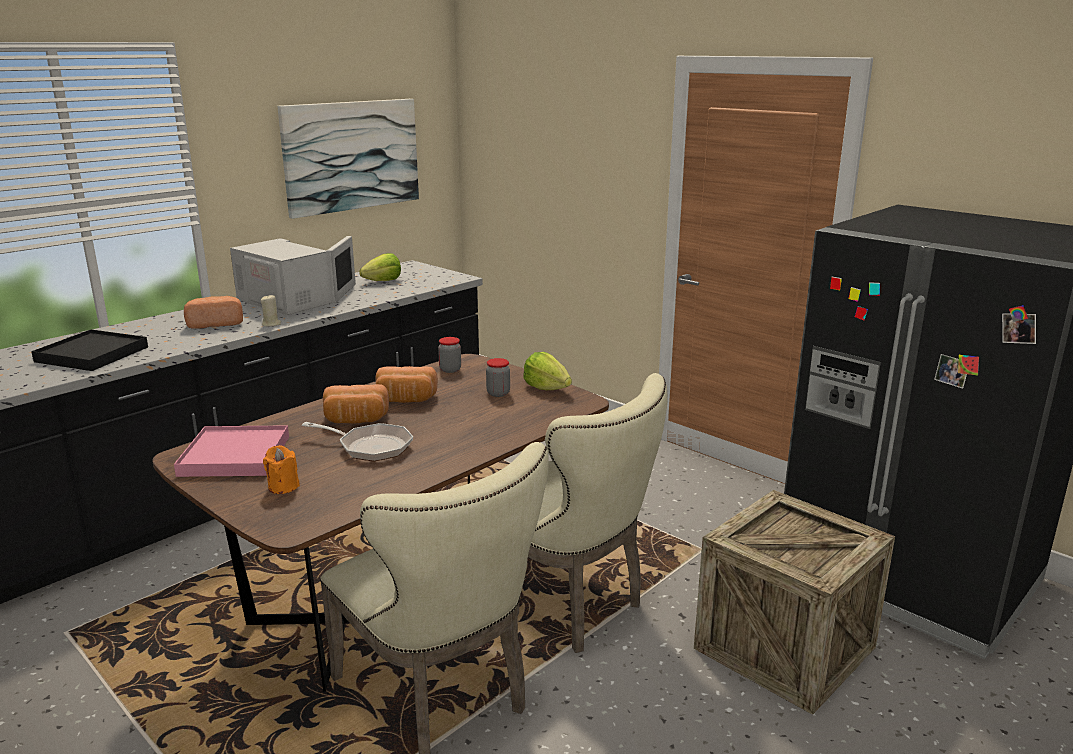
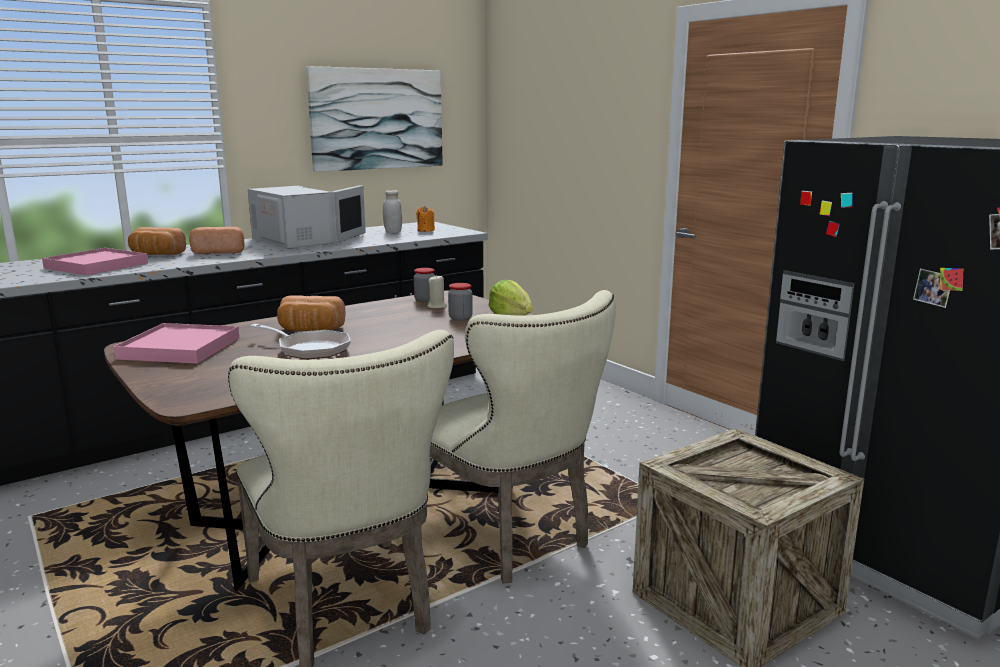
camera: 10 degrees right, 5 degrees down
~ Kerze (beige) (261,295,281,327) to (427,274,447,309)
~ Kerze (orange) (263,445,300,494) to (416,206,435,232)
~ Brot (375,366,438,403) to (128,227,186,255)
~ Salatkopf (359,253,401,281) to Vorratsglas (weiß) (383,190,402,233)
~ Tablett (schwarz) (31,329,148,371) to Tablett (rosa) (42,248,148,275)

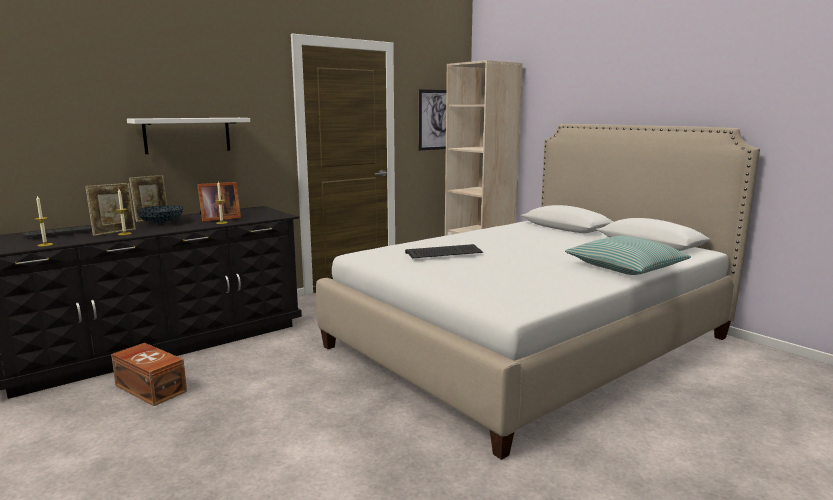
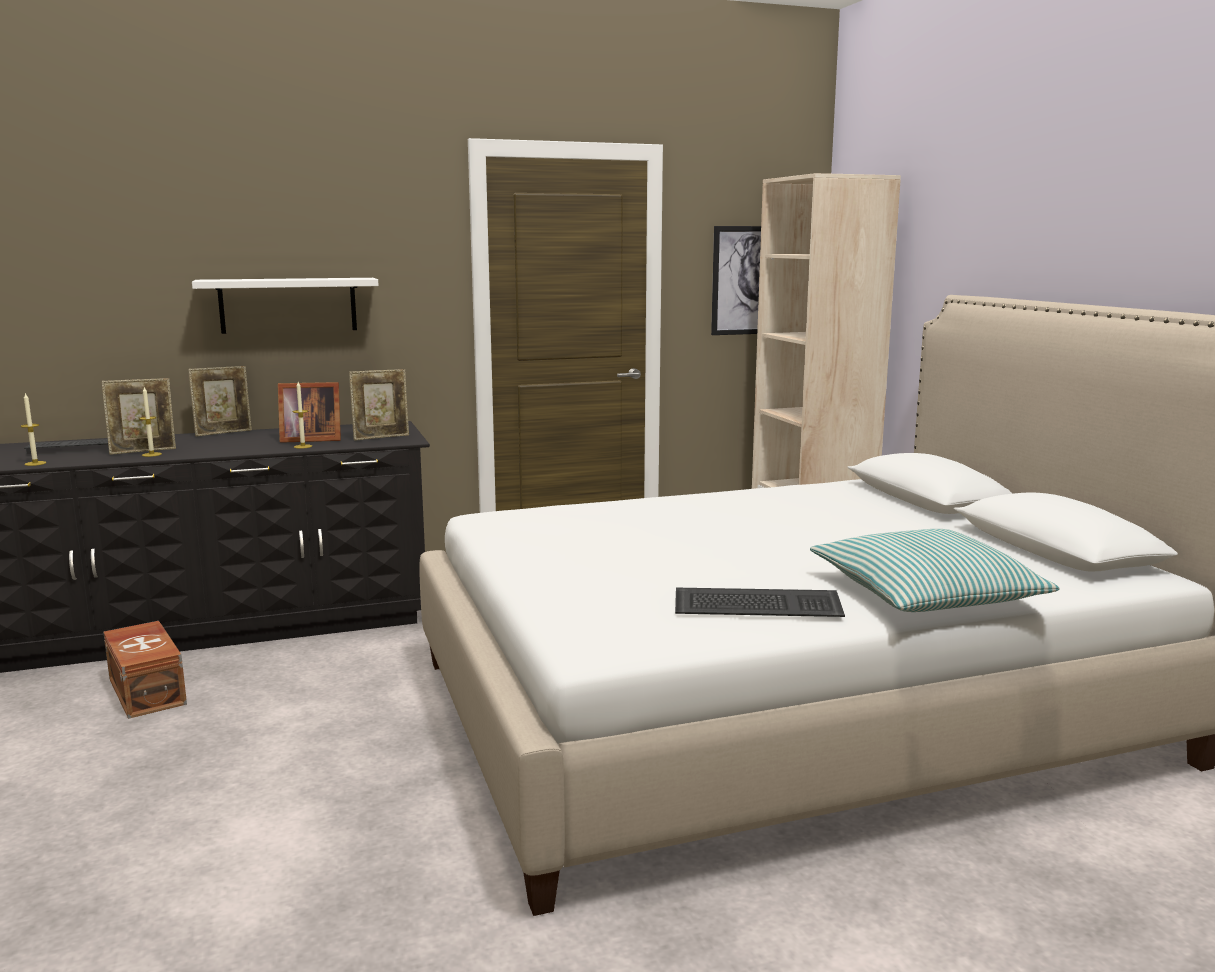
camera: 20 degrees right, 0 degrees up
- Schüssel (136,205,183,224)
+ Bilderrahmen (349,369,409,441)
~ Tastatur (405,244,483,258) to (675,588,845,617)

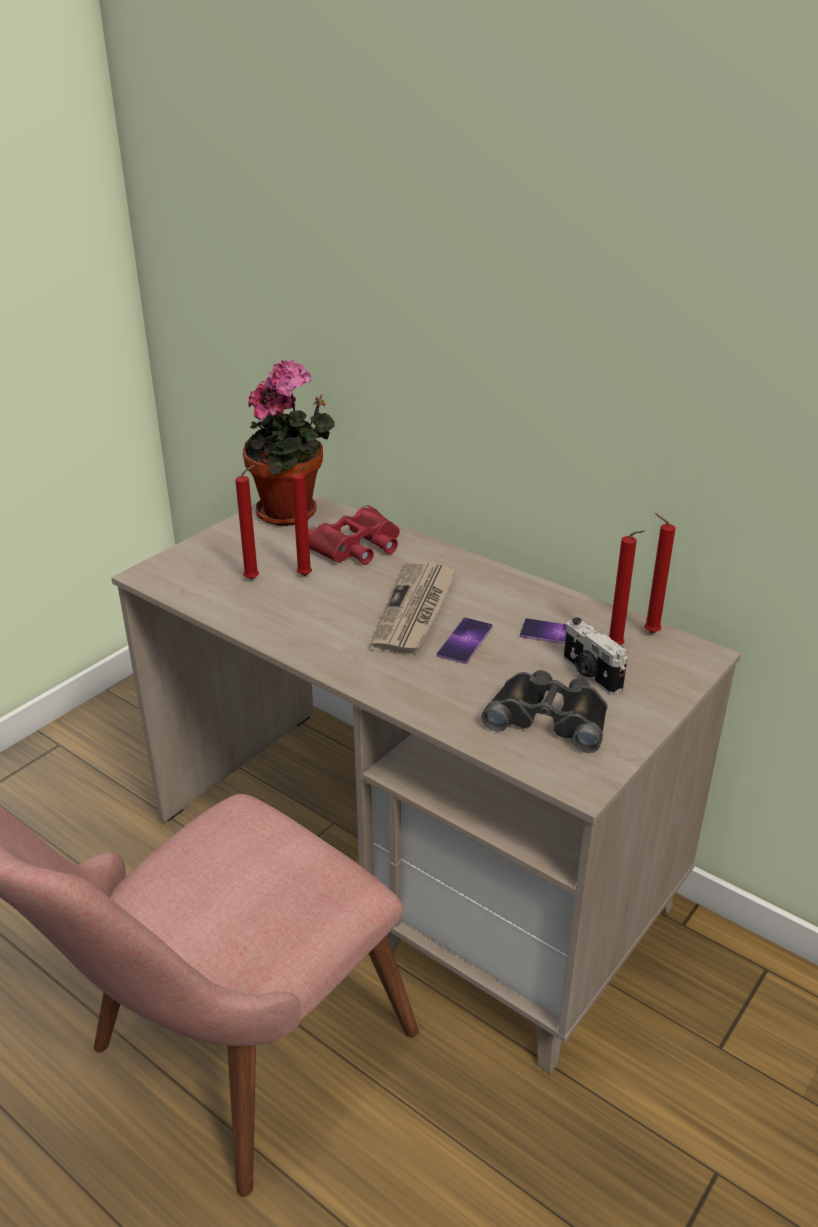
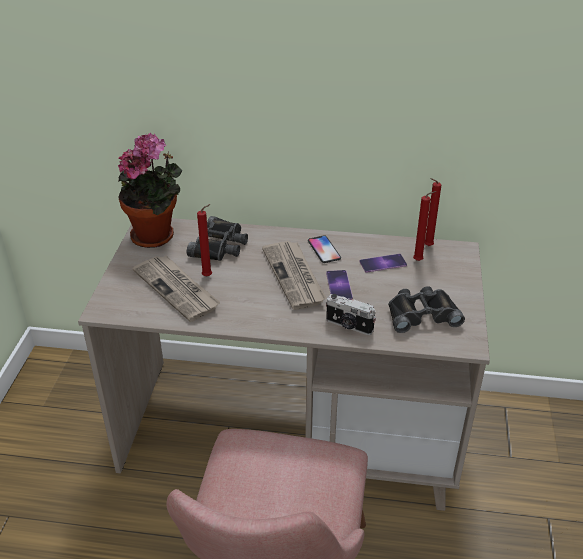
camera: 30 degrees left, 5 degrees up
+ Handy (308,235,341,263)
~ Kamera (564,617,627,695) to (326,294,376,335)
~ Kerze (rot) (235,465,259,580) to Zeitung (133,255,220,322)
~ Fernglas (rot) (308,505,400,565) to Fernglas (schwarz) (187,216,248,261)

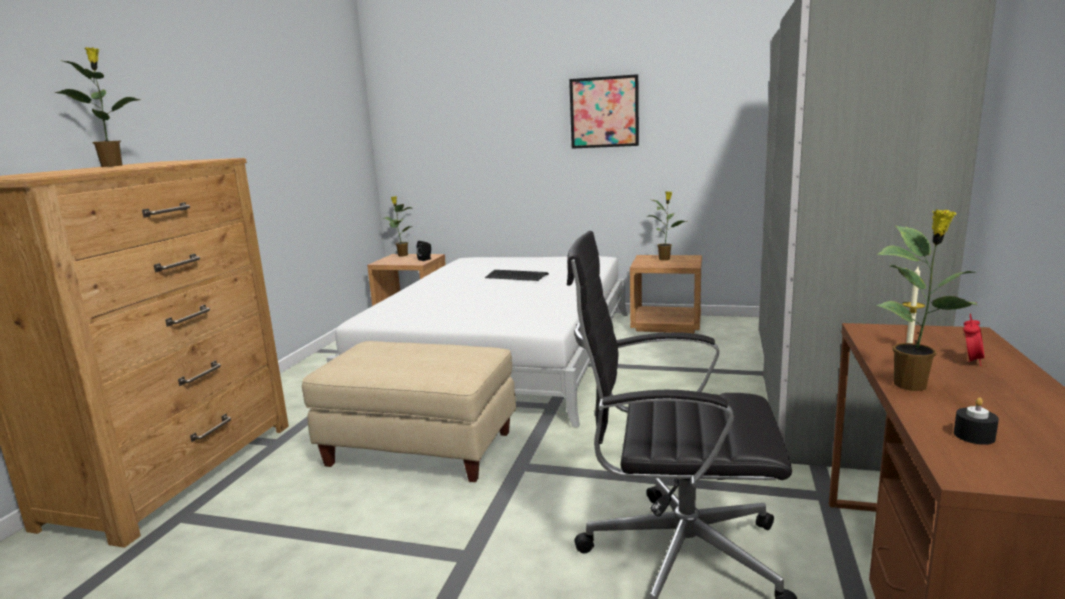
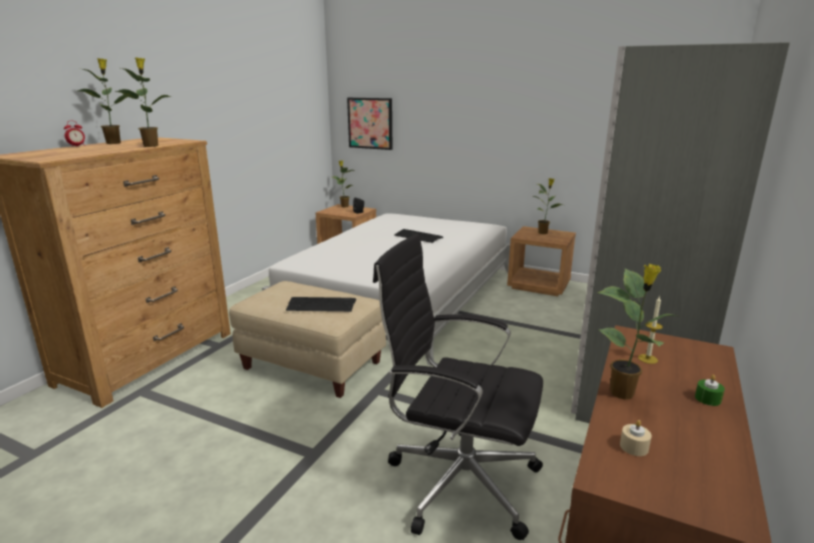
camera: 10 degrees right, 5 degrees up
+ Topfpflanze (114,58,172,147)
+ Tastatur (286,297,356,312)
+ Kerze (grün) (695,375,725,406)
~ Bild (569,74,639,149) to (347,98,392,150)
~ Wecker (963,314,985,366) to (64,121,85,147)
~ Kerze (schwarz) (954,397,999,445) to Kerze (beige) (620,420,652,456)

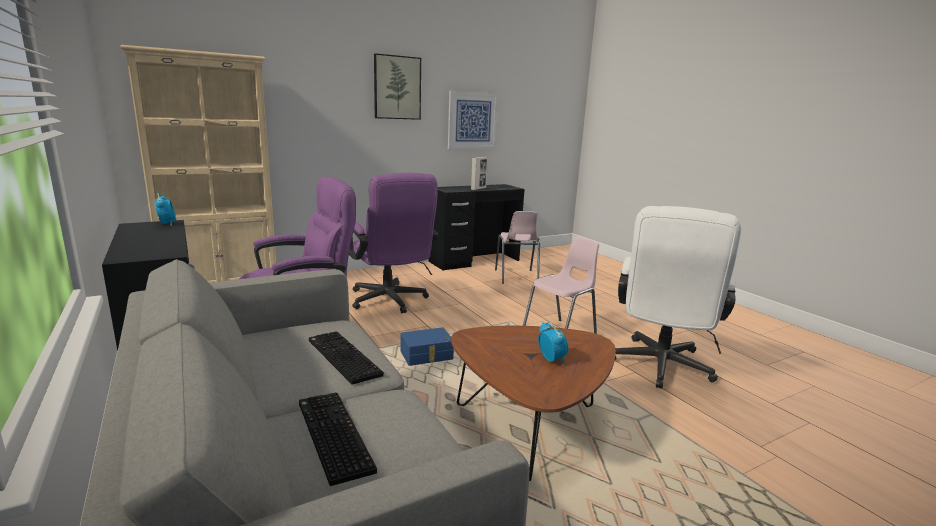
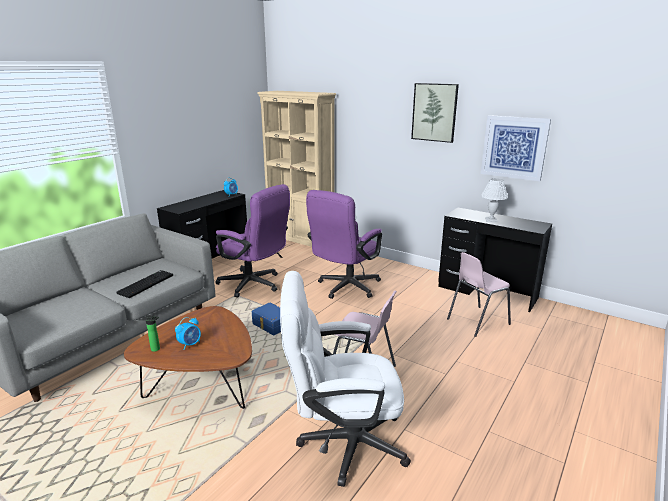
camera: 65 degrees right, 5 degrees up
- Tastatur (299,393,377,486)
+ Flasche (146,315,160,352)
~ Bilderrahmen (471,157,488,190) to Tischlampe (weiß) (481,178,508,223)

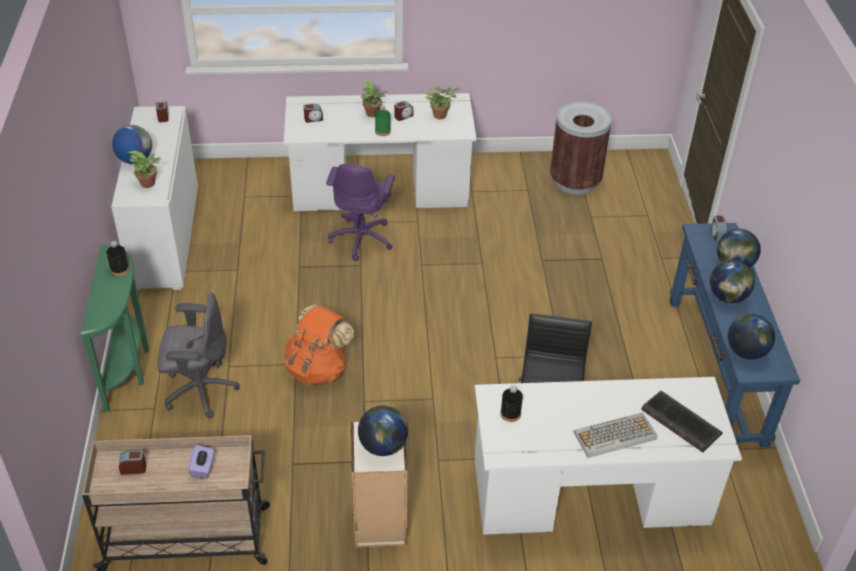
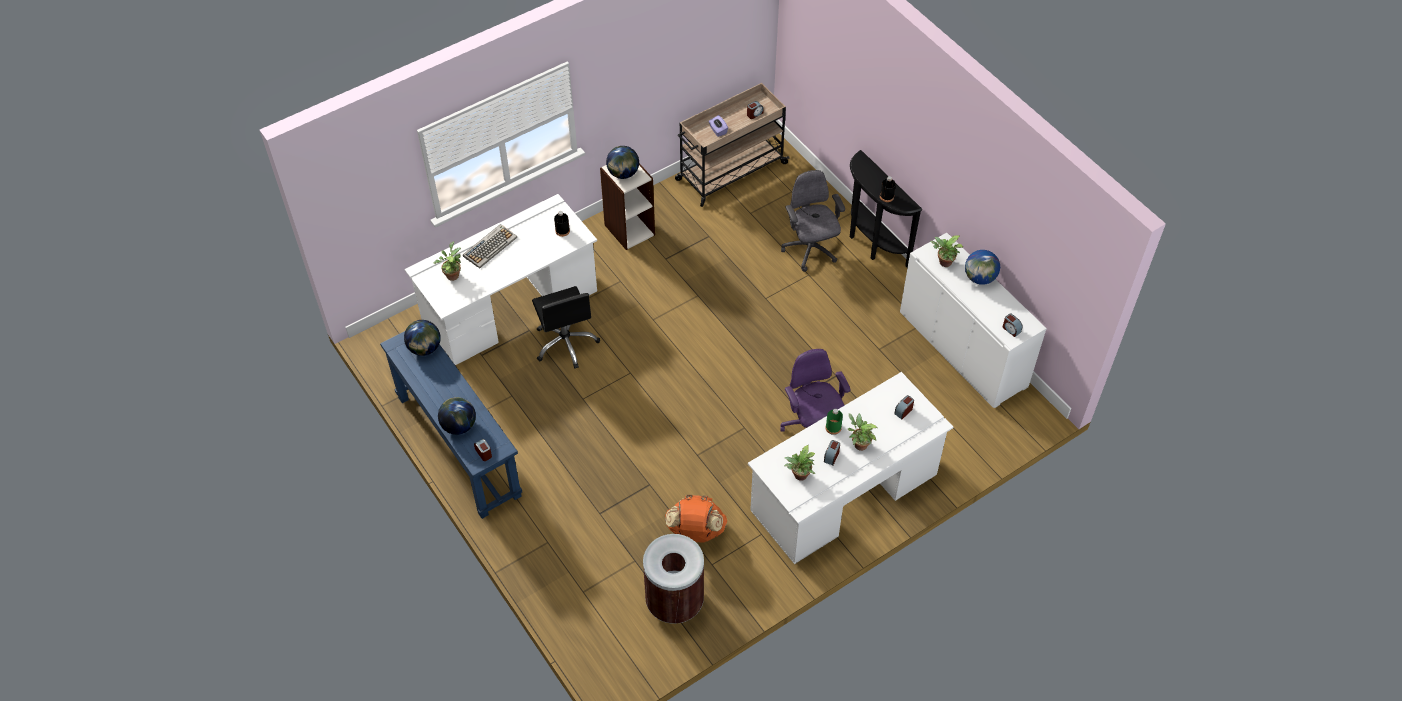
camera: 150 degrees right, 10 degrees up
- Globus (710,260,755,303)
~ Rucksack (orange) (285,304,354,385) to (665,495,727,543)
~ Tastatur (641,391,723,453) to Topfpflanze (433,242,461,281)
~ Konsolentisch (grün) (81,244,149,412) to Konsolentisch (schwarz) (850,150,922,268)
~ Bürostuhl (grau) (157,292,239,418) = (781,170,845,272) 105 degrees clockwise

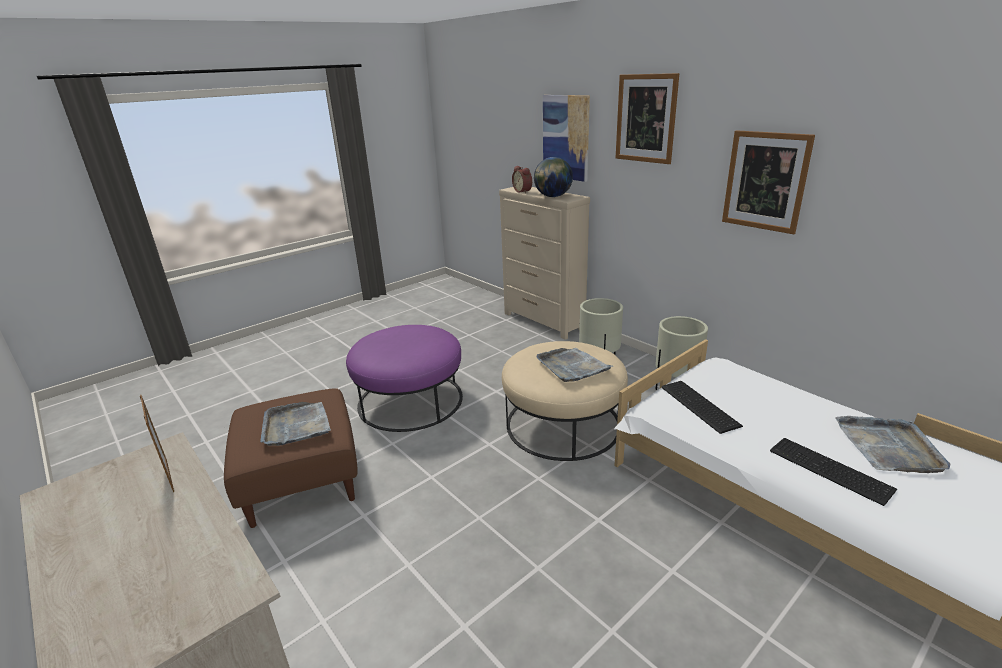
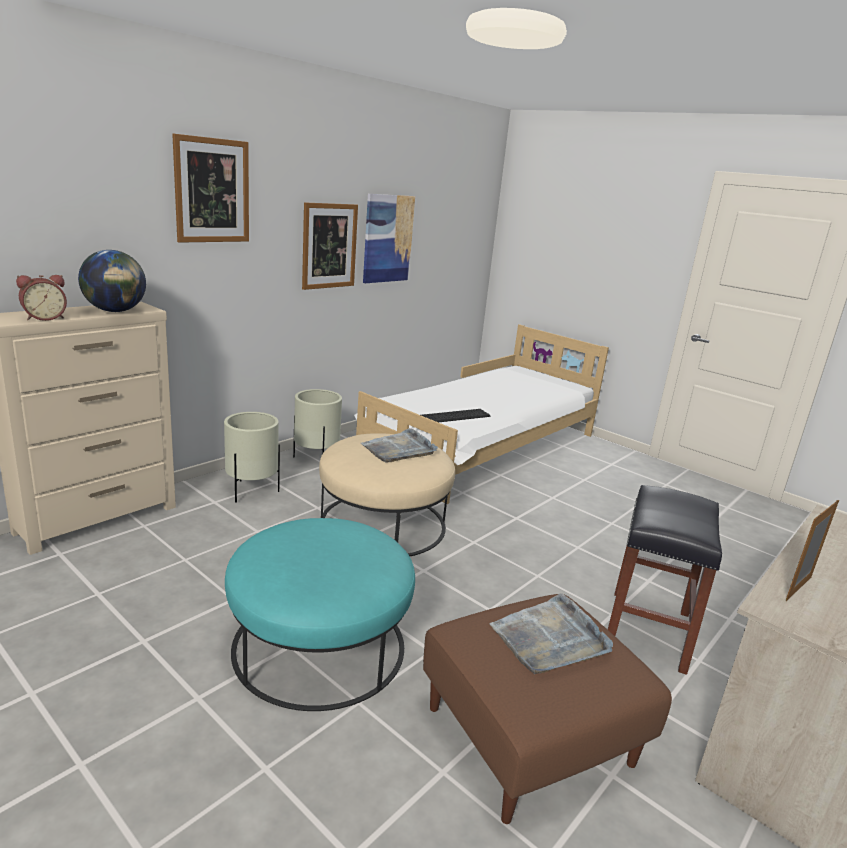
camera: 100 degrees left, 5 degrees down
- Tastatur (770,438,897,506)
- Tablett (grau) (835,416,950,473)
+ Hocker (schwarz) (608,485,722,675)
~ Bild (543,95,590,182) to (363,194,415,283)
~ Polsterhocker (lila) (346,325,463,432) to Polsterhocker (türkis) (225,518,415,711)

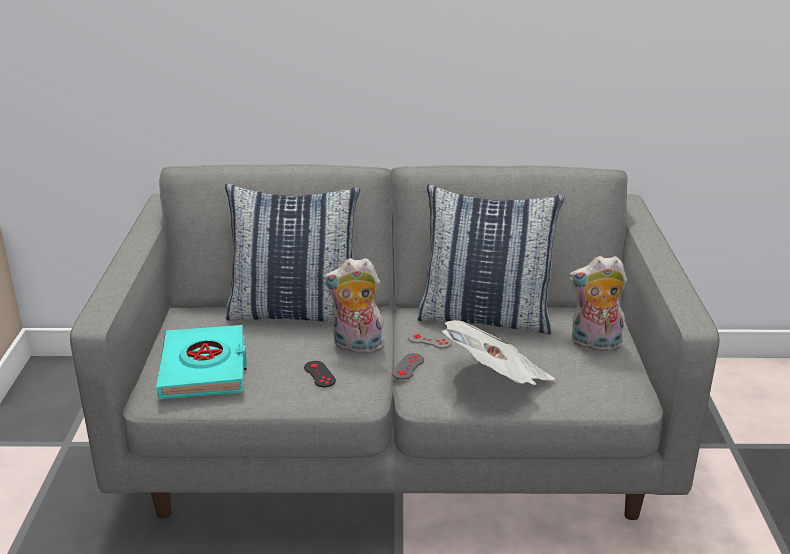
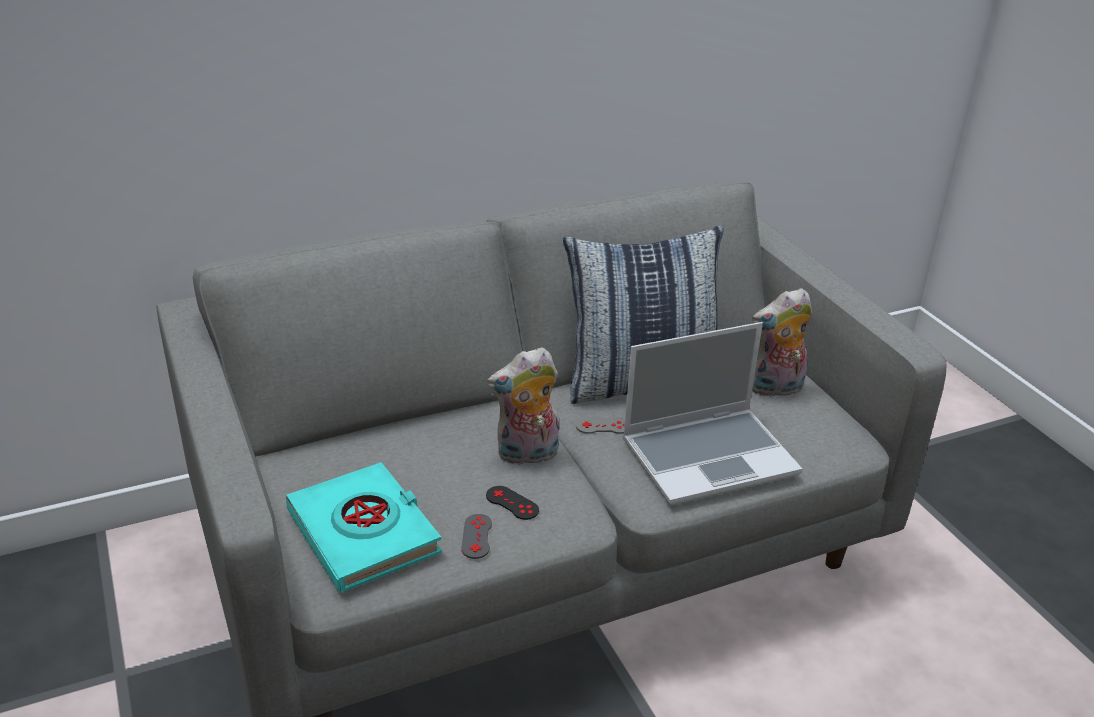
camera: 25 degrees left, 5 degrees up
- Kissen (225,184,360,322)
~ Gamepad (grau) (392,353,424,380) to (461,514,492,559)
~ Zeitung (442,320,555,385) to Laptop (623,322,803,505)

